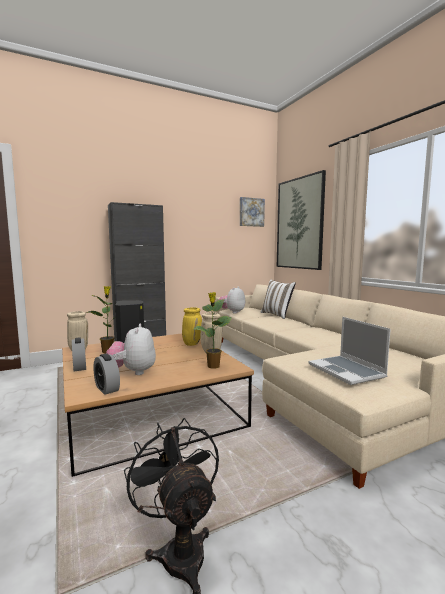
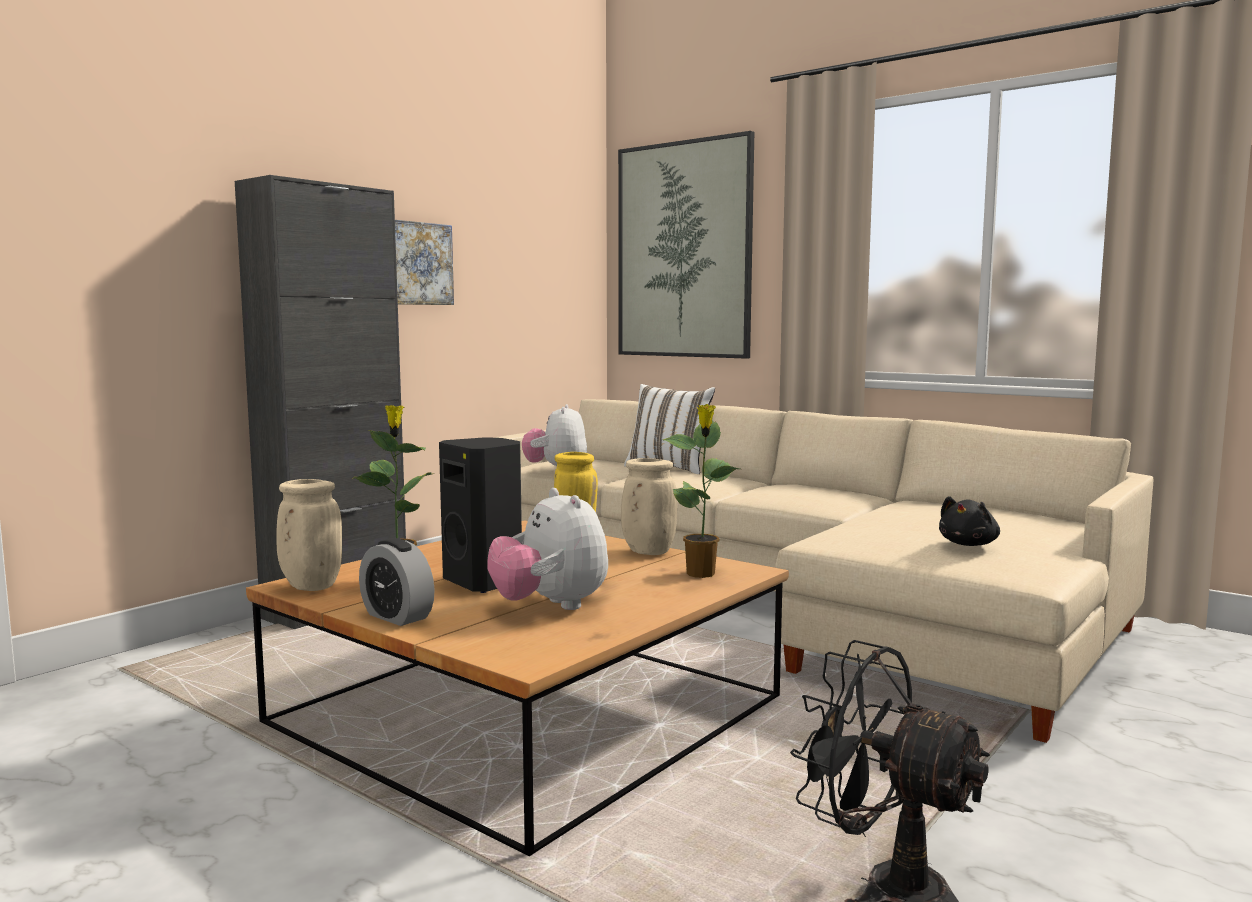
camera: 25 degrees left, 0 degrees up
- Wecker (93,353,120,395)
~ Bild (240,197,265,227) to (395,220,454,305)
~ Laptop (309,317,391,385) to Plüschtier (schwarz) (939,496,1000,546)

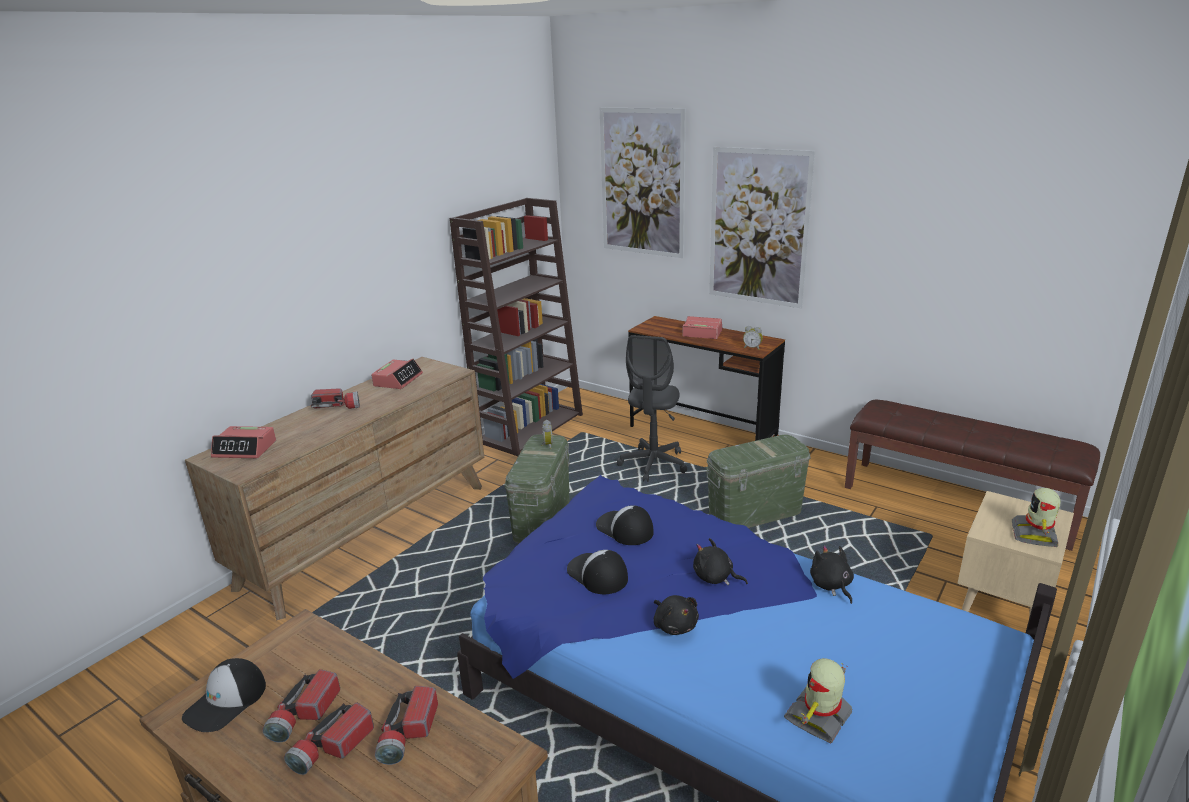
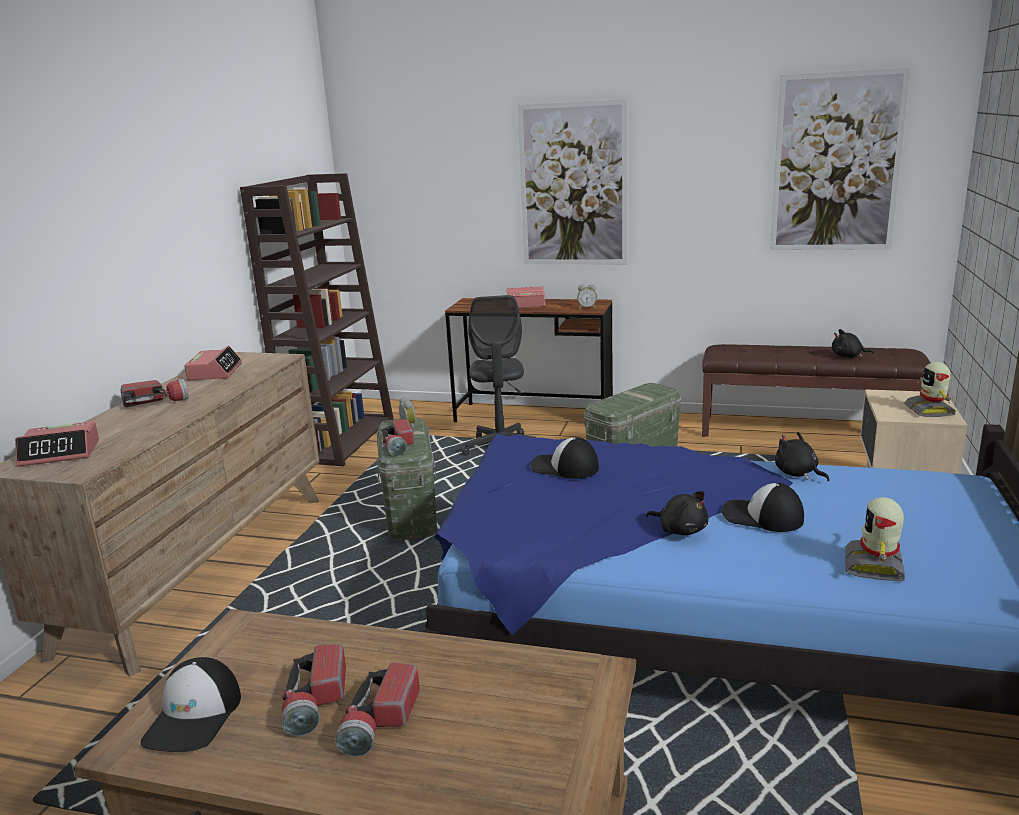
camera: 20 degrees left, 5 degrees down
~ Taschenlampe (375,686,438,765) to (381,419,414,456)
~ Kappe (567,550,628,594) to (721,483,804,532)
~ Bild (600,108,686,258) to (770,67,911,250)
~ Plüschtier (schwarz) (693,538,748,585) to (832,329,874,358)

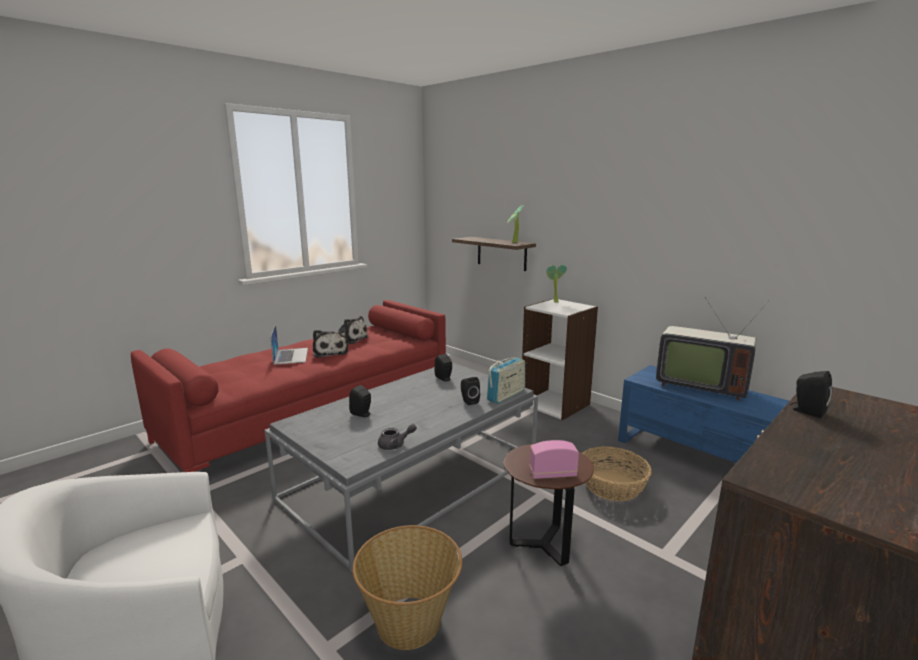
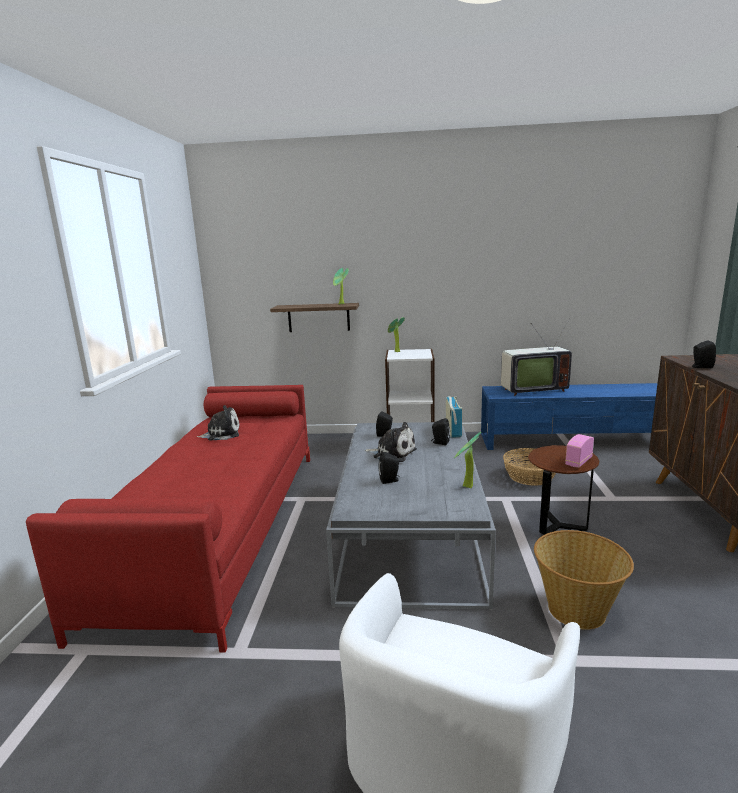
camera: 40 degrees left, 0 degrees up
- Laptop (270,324,308,365)
~ Plüschtier (313,330,348,358) to (364,422,417,462)
~ Teekanne (grau) (378,424,417,450) to Topfpflanze (454,432,481,488)

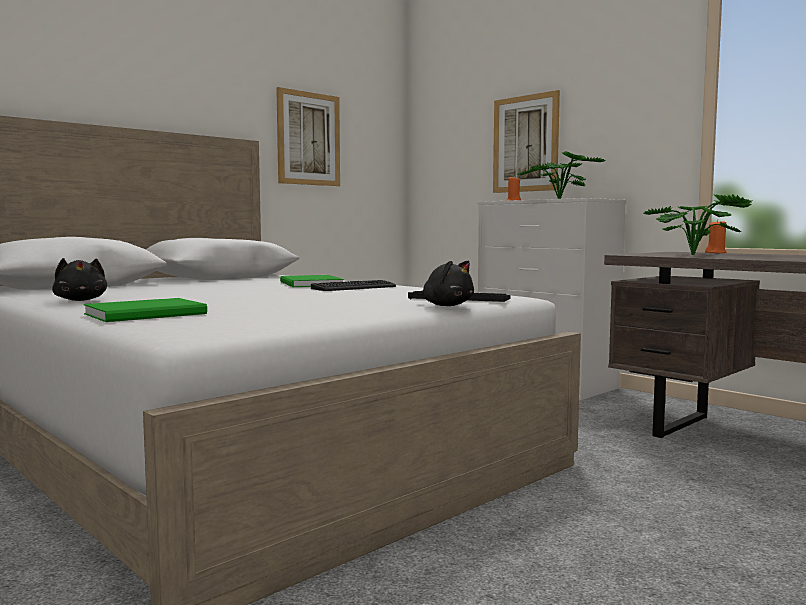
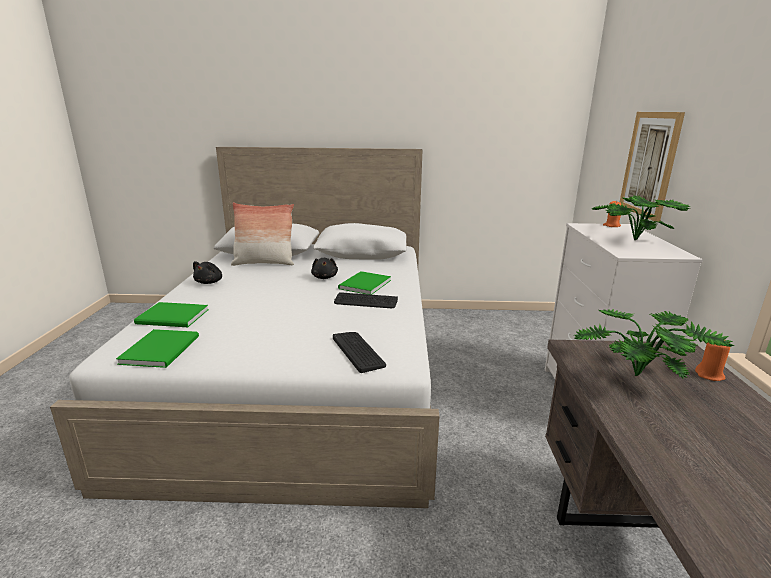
camera: 45 degrees right, 15 degrees up
- Bild (276,87,340,186)
+ Buch (grün) (116,329,199,368)
+ Kissen (231,202,294,266)
~ Plüschtier (schwarz) (409,261,474,306) to (311,258,338,279)

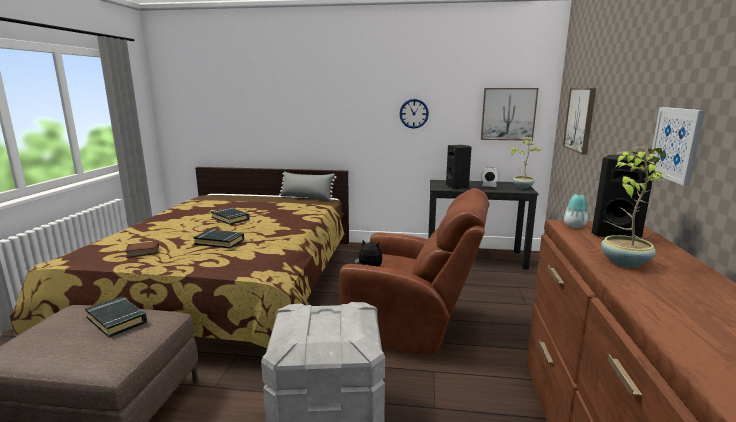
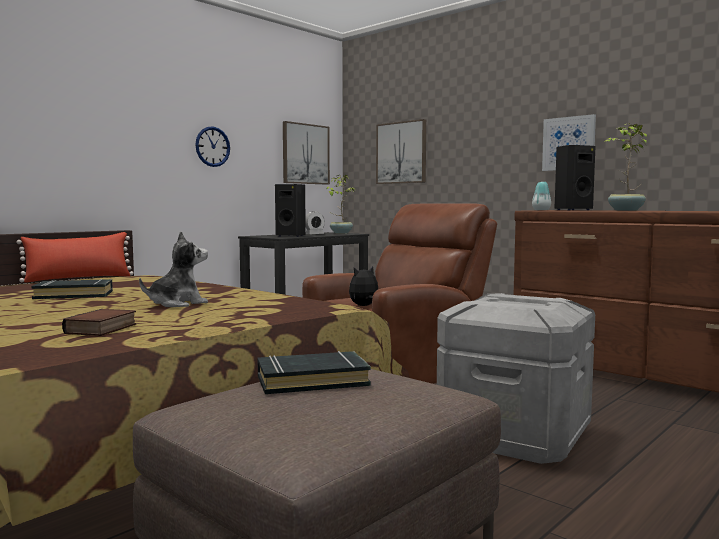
camera: 55 degrees left, 10 degrees down
~ Buch (schwarz) (193,229,244,249) to Plüschtier (139,231,208,307)
~ Kissen (grau) (279,171,336,201) to Kissen (rot) (16,232,134,283)

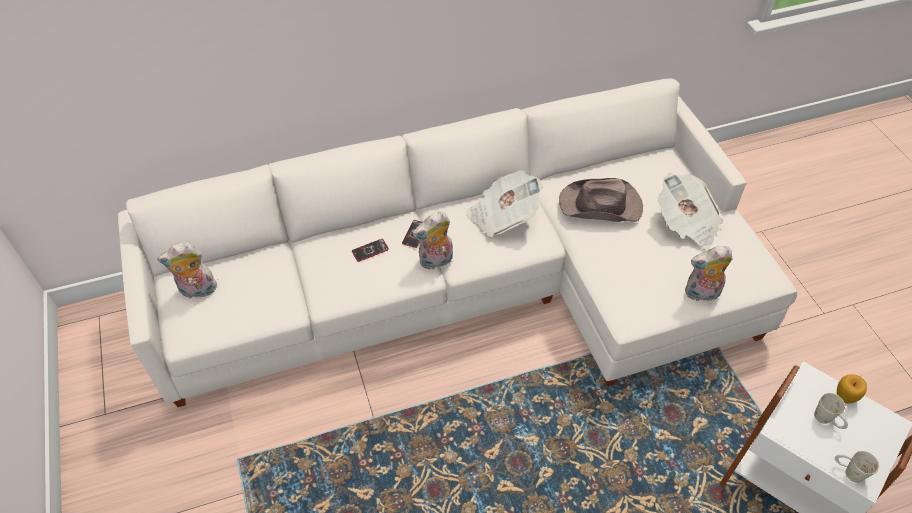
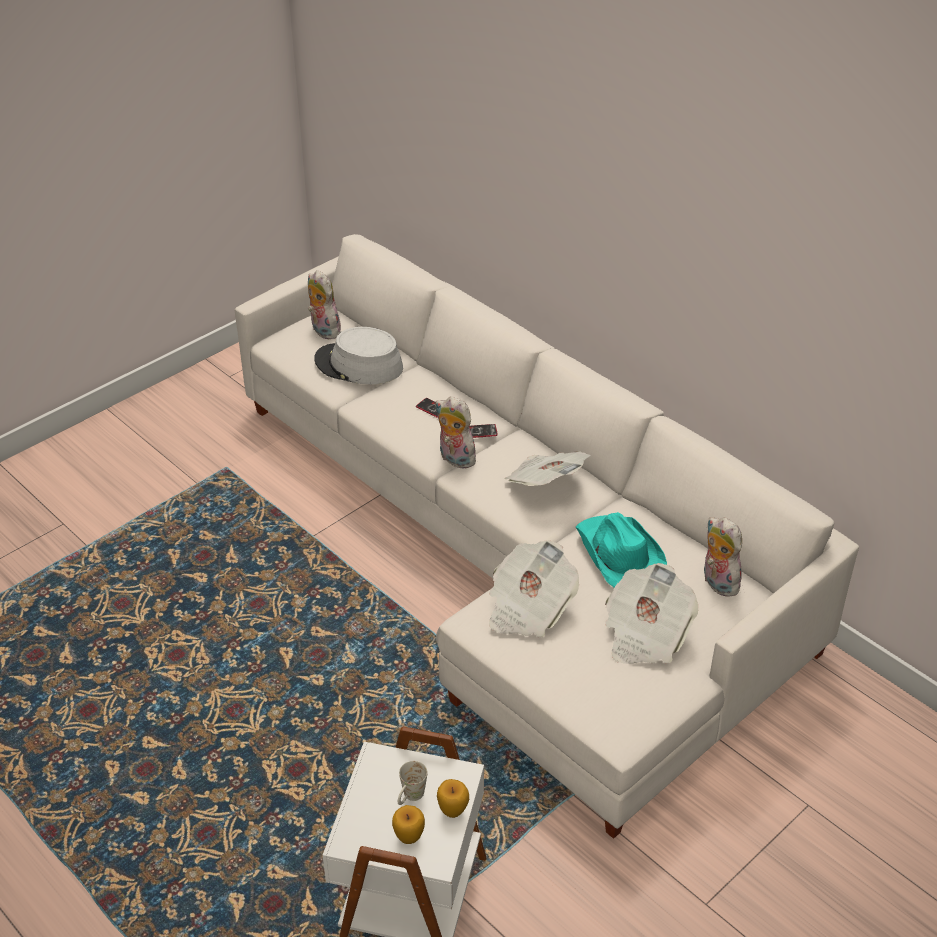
camera: 65 degrees right, 10 degrees down
- Henkelbecher (weiß) (835,451,879,483)
+ Hut (grau) (314,327,403,384)
+ Apfel (392,805,425,844)
+ Zeitung (489,540,579,638)
~ Plüschtier (685,246,733,301) to (704,517,742,597)
~ Hut (braun) (559,178,643,222) to Hut (türkis) (576,512,667,587)

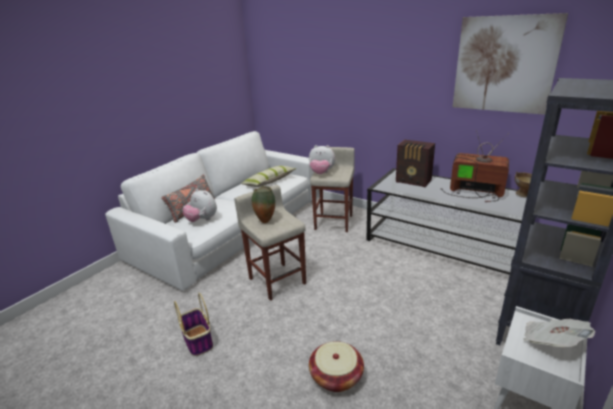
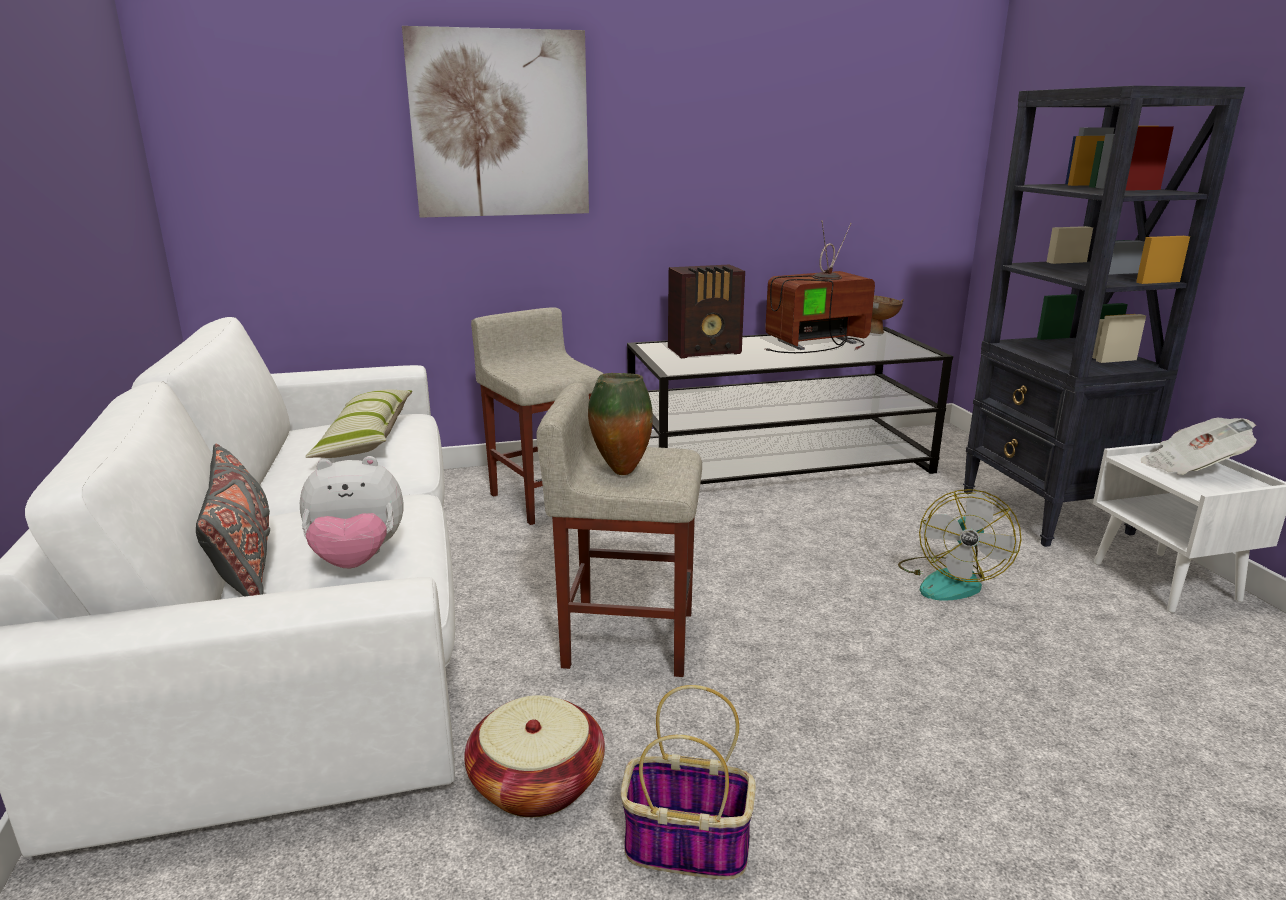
camera: 50 degrees left, 5 degrees down
- Plüschtier (309,145,335,174)
+ Ventilator (898,489,1021,601)
~ Korb (309,341,364,392) to (464,695,605,817)
~ Bild (453,13,568,115) to (402,26,589,218)

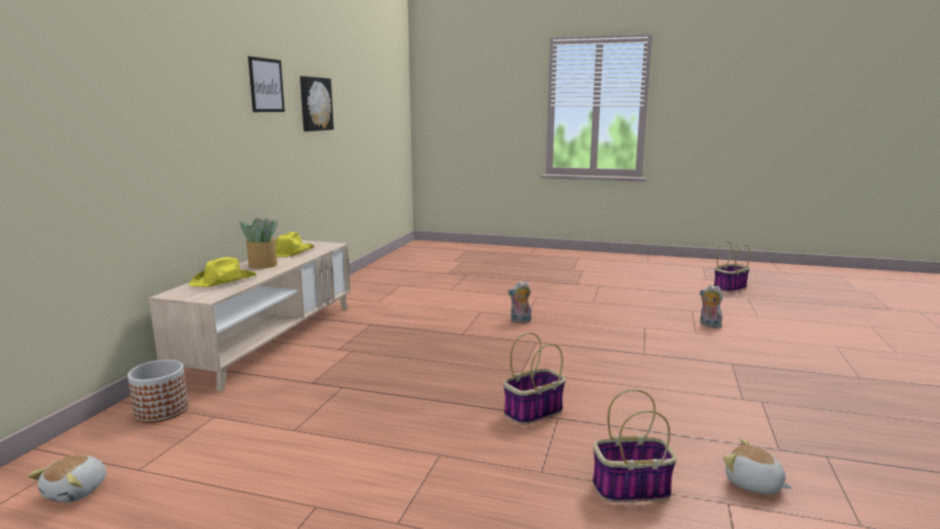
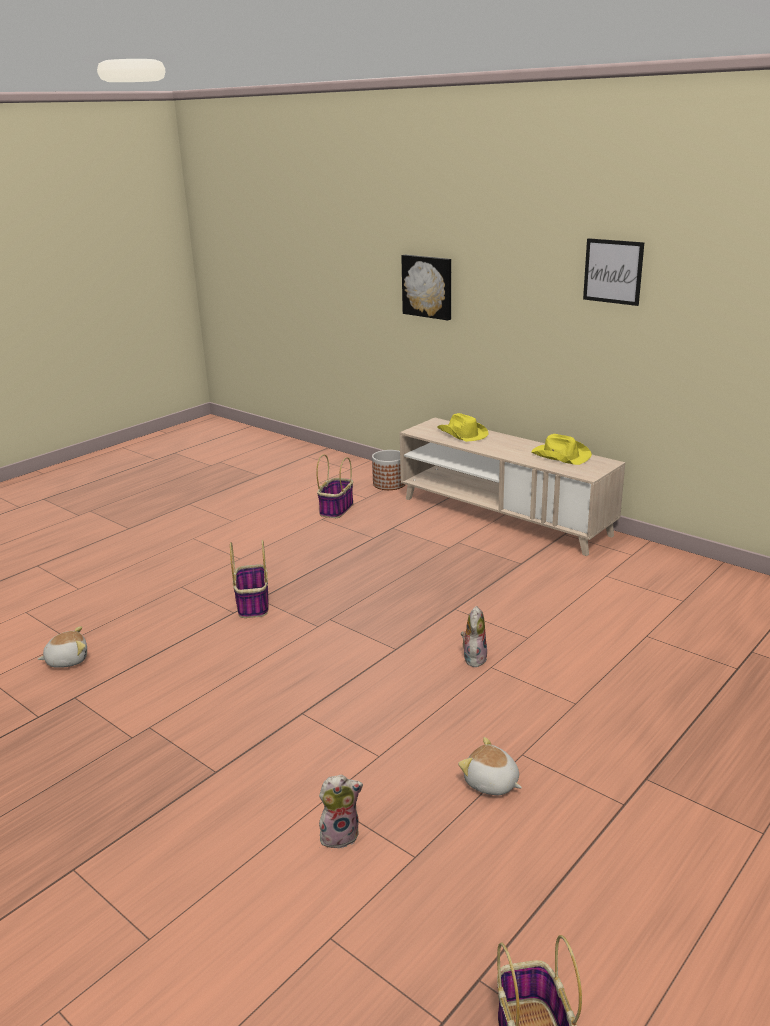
camera: 115 degrees right, 10 degrees up
- Topfpflanze (239,218,278,269)
~ Plüschtier (28,455,106,503) to (458,737,522,795)
~ Bild (300,76,334,131) to (401,255,451,320)
~ Korb (592,389,677,502) to (316,454,354,518)

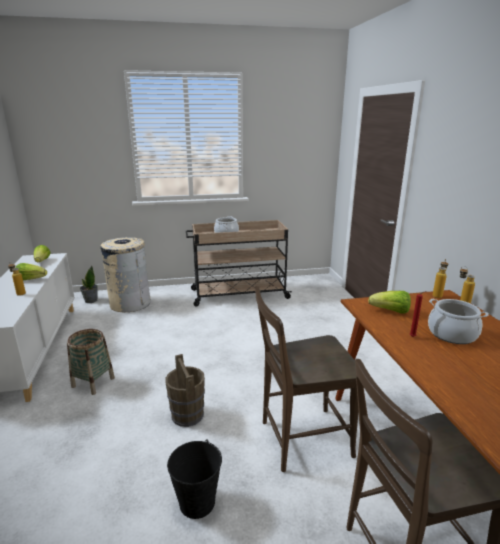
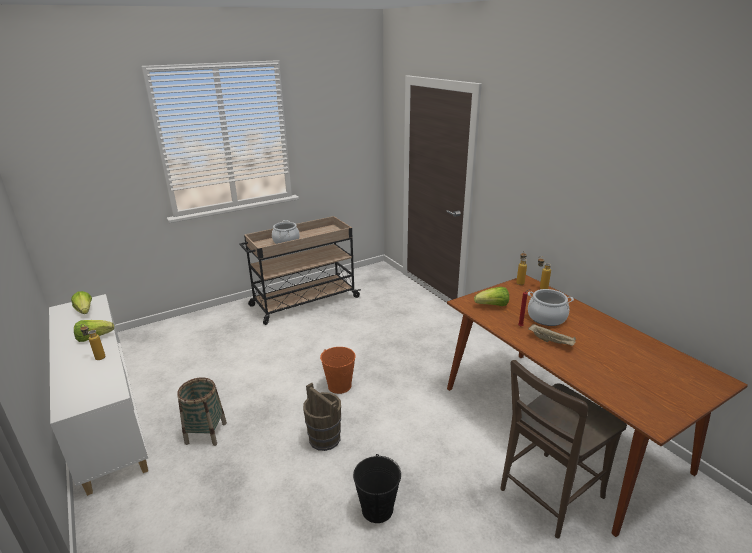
camera: 20 degrees left, 5 degrees up
- Topfpflanze (80,265,98,303)
- Mülleimer (beige) (100,237,151,312)
- Stuhl (braun) (255,286,359,472)
+ Eimer (orange) (320,347,356,394)
+ Tablett (beige) (528,324,576,346)

